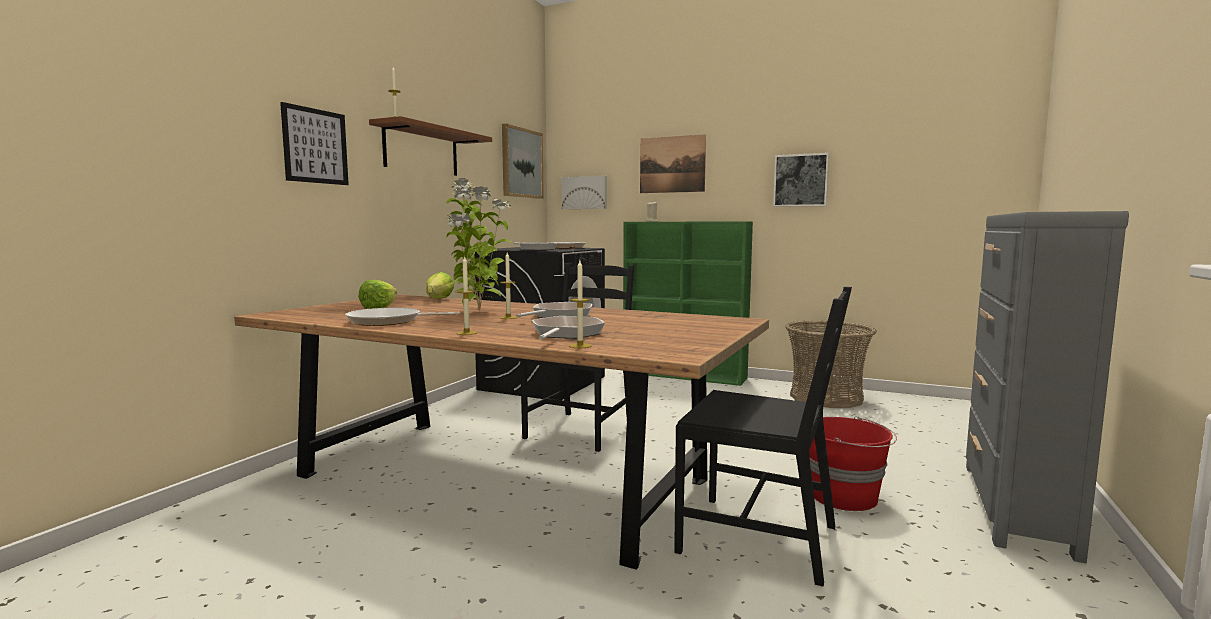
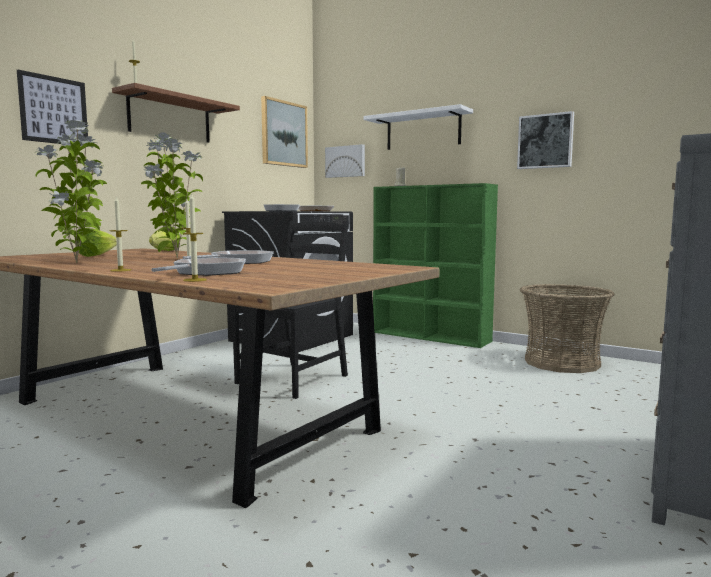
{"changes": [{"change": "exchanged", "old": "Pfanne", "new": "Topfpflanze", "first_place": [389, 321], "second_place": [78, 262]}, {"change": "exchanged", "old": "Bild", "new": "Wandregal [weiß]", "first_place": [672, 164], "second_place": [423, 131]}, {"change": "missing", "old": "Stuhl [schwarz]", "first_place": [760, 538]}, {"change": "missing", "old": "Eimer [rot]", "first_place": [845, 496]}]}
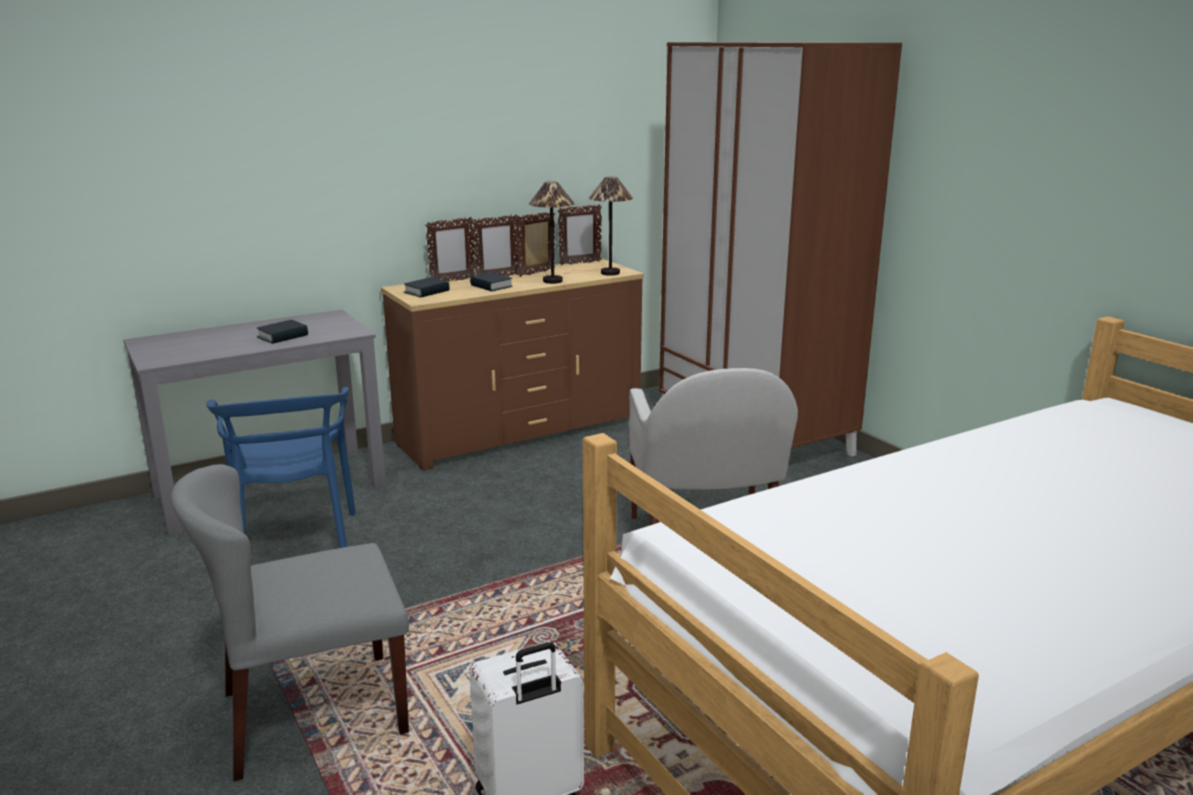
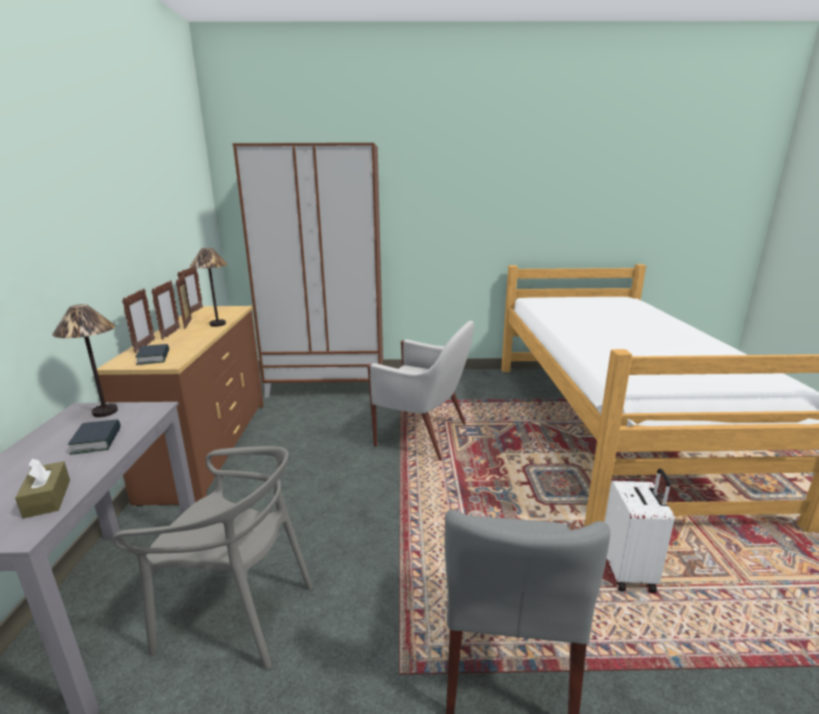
{"changes": [{"change": "appeared", "new": "Taschentuchbox [braun]", "second_place": [47, 498]}, {"change": "relocated", "old": "Tischlampe", "first_place": [610, 273], "second_place": [106, 412]}, {"change": "colour", "old": "Stuhl [blau]", "new": "Stuhl [grau]", "first_place": [296, 545], "second_place": [237, 613]}, {"change": "missing", "old": "Buch", "first_place": [491, 286]}]}
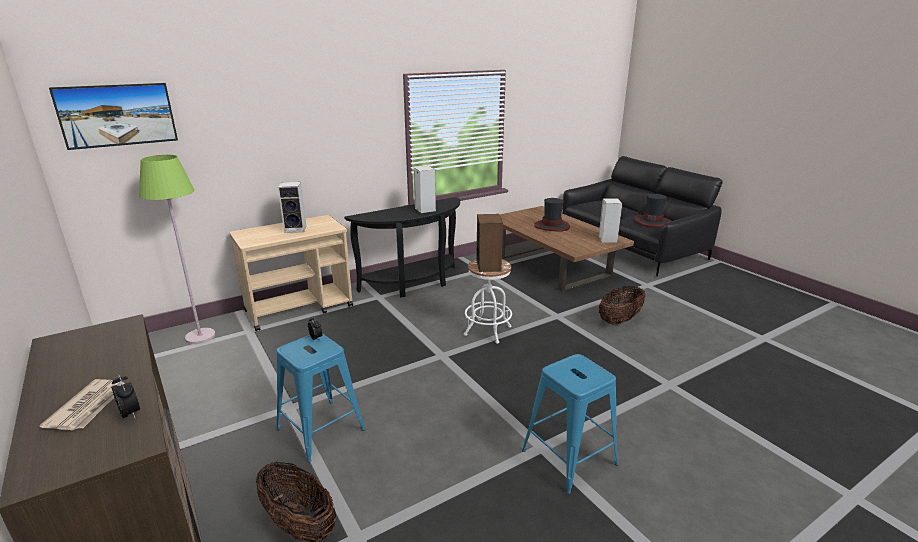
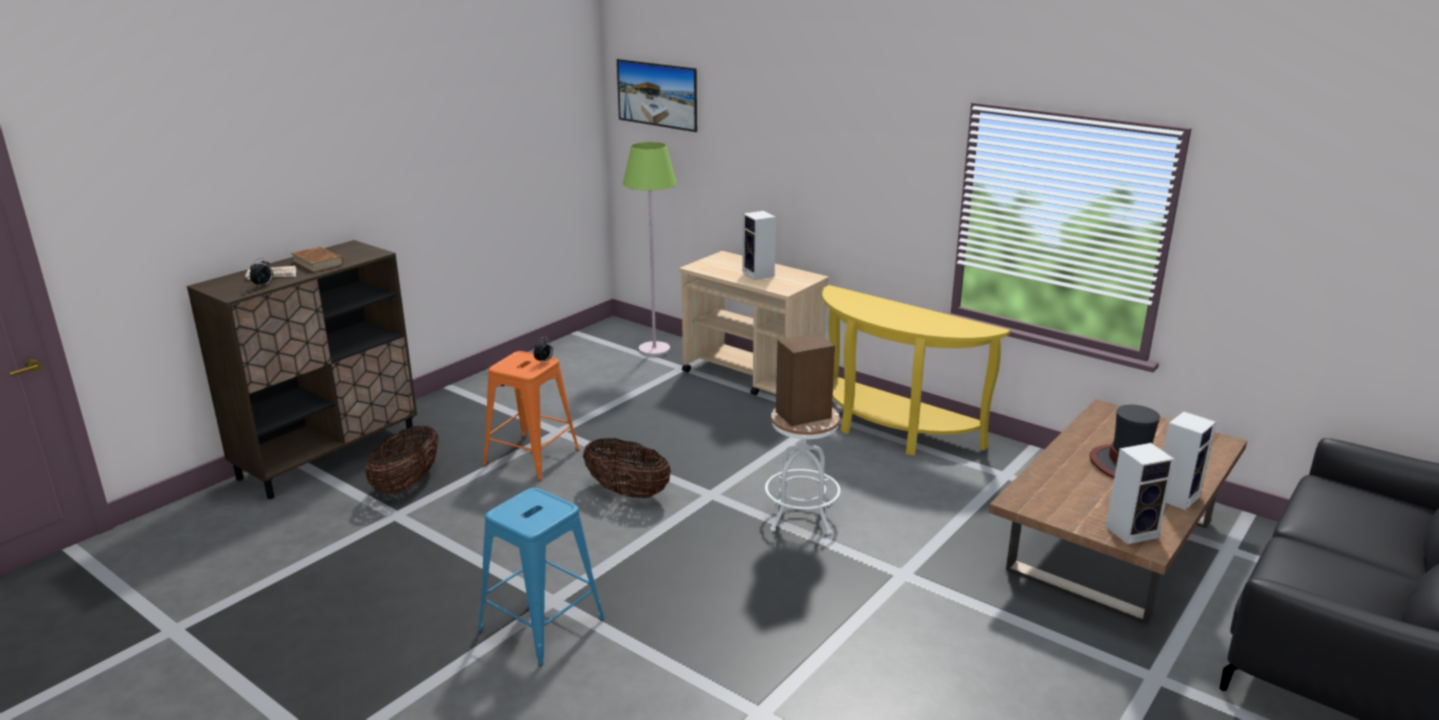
{"changes": [{"change": "appeared", "new": "Buch [braun]", "second_place": [317, 263]}, {"change": "colour", "old": "Hocker [blau]", "new": "Hocker [orange]", "first_place": [321, 429], "second_place": [531, 457]}, {"change": "relocated", "old": "Korb", "first_place": [619, 320], "second_place": [627, 492]}, {"change": "colour", "old": "Konsolentisch [schwarz]", "new": "Konsolentisch [gelb]", "first_place": [414, 284], "second_place": [892, 431]}, {"change": "relocated", "old": "Lautsprecher", "first_place": [424, 209], "second_place": [1176, 496]}, {"change": "missing", "old": "Hut", "first_place": [652, 221]}]}
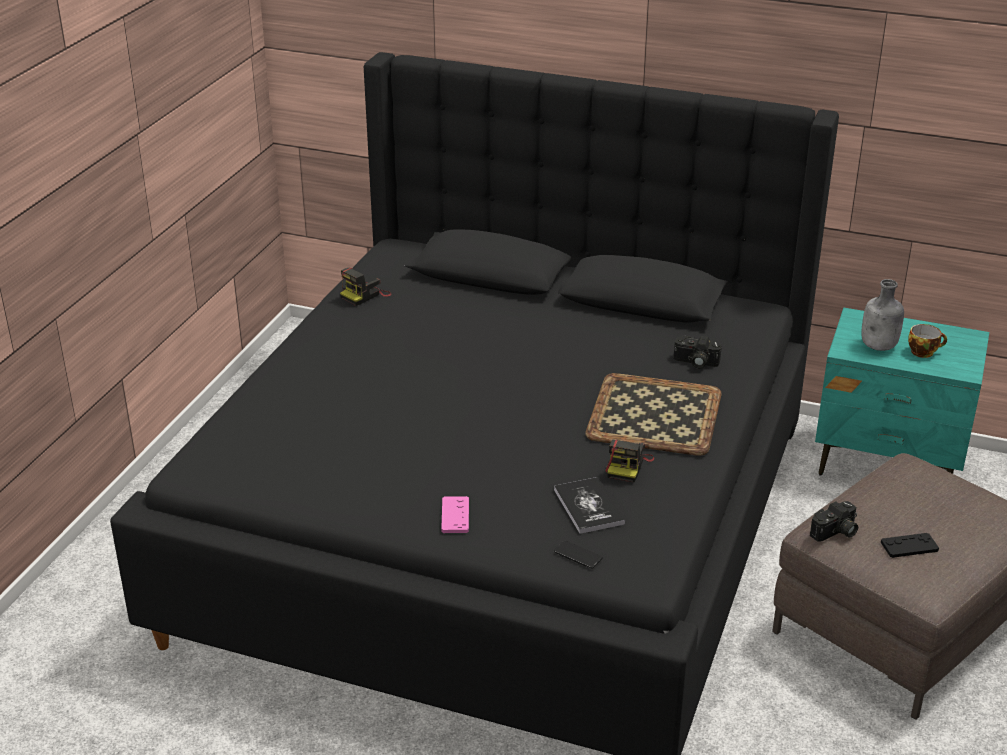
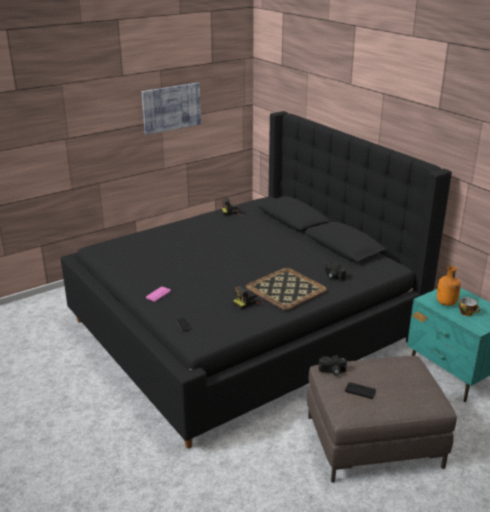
{"changes": [{"change": "appeared", "new": "Bild", "second_place": [171, 108]}, {"change": "colour", "old": "Flasche [grau]", "new": "Flasche [orange]", "first_place": [879, 346], "second_place": [446, 303]}, {"change": "missing", "old": "Buch", "first_place": [589, 506]}]}
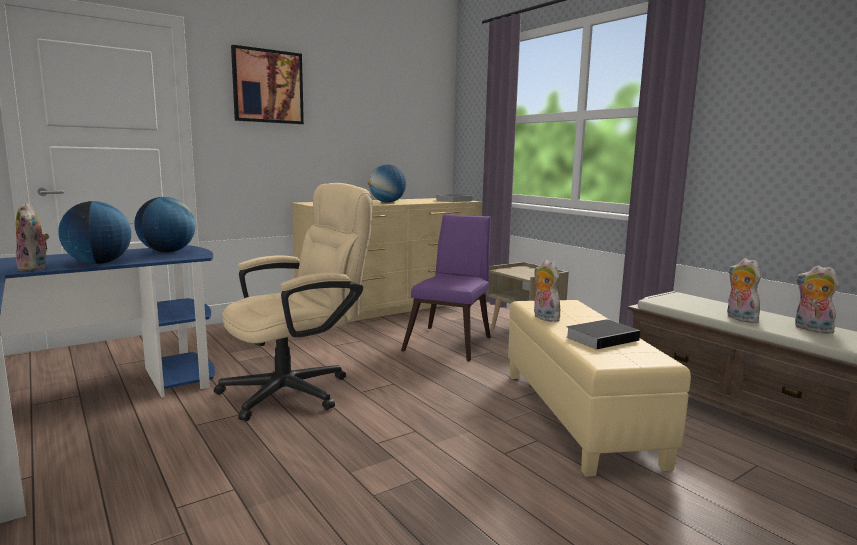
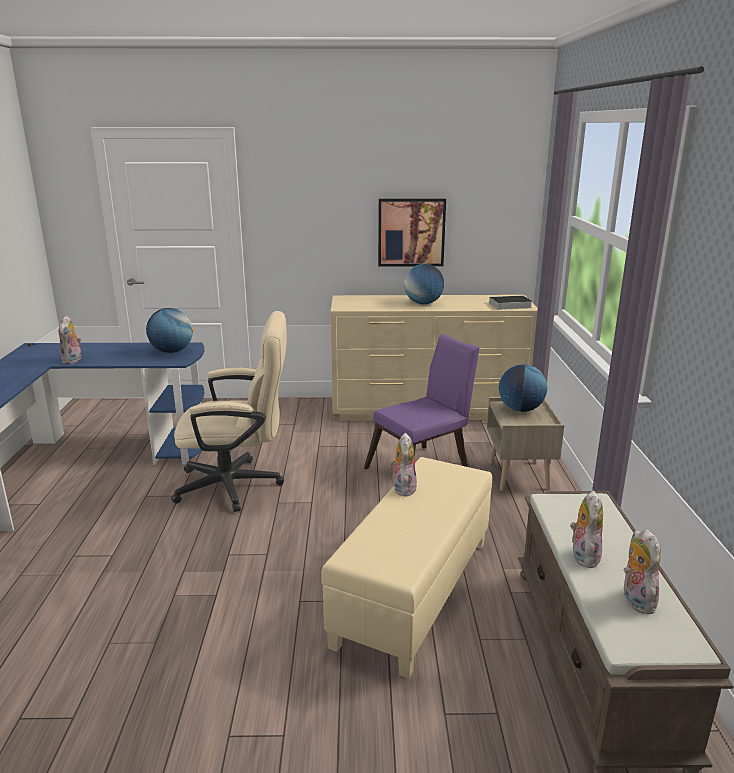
{"changes": [{"change": "relocated", "old": "Bild", "first_place": [268, 86], "second_place": [411, 232]}, {"change": "relocated", "old": "Globus", "first_place": [99, 263], "second_place": [520, 409]}, {"change": "missing", "old": "Buch", "first_place": [603, 338]}]}
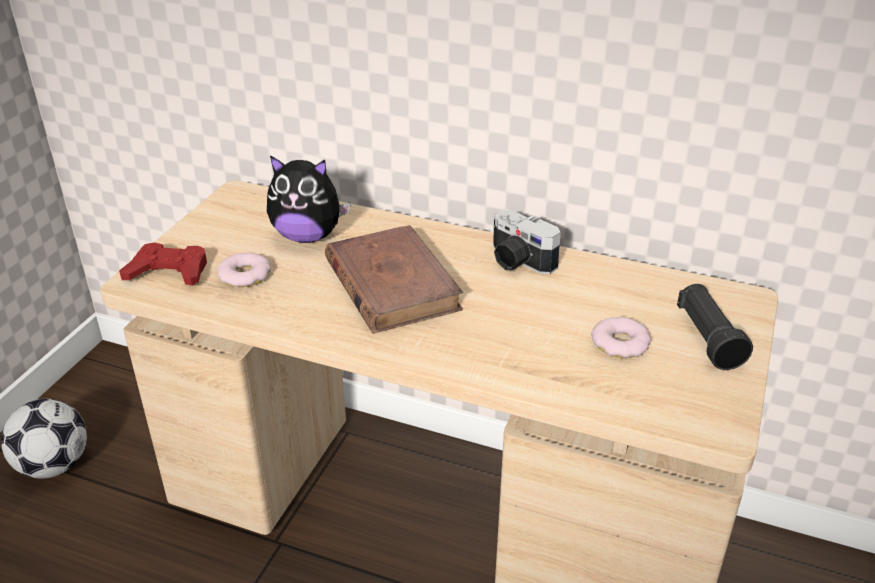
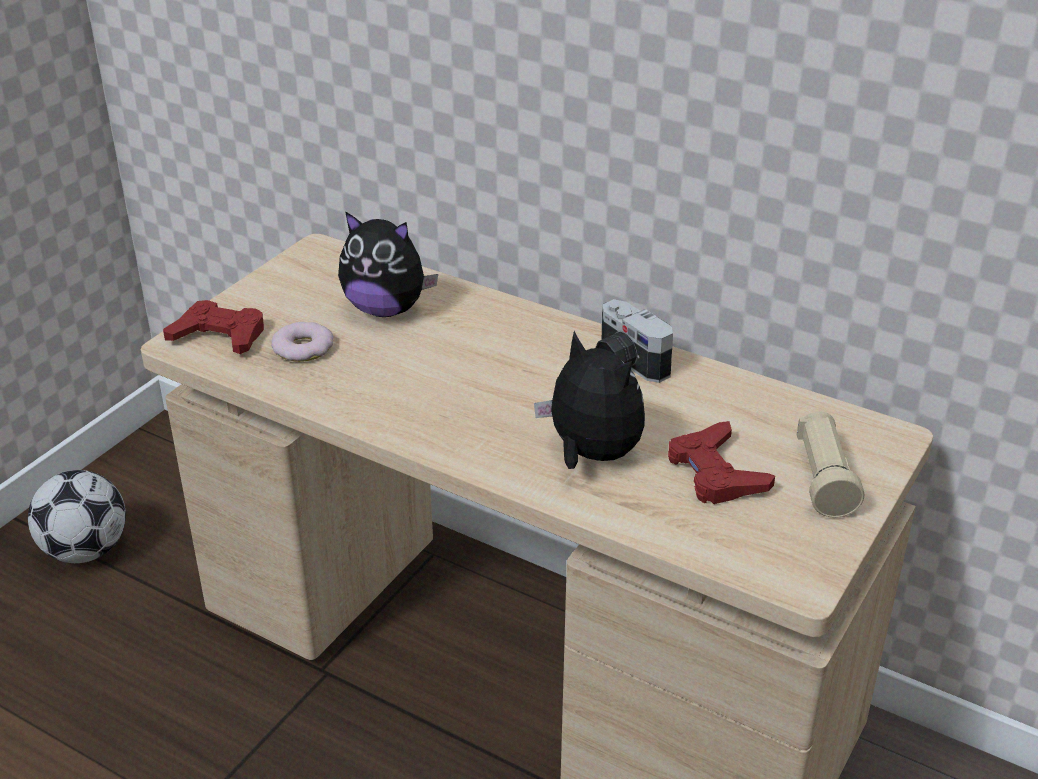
{"changes": [{"change": "appeared", "new": "Plüschtier", "second_place": [591, 455]}, {"change": "exchanged", "old": "Donut", "new": "Gamepad [rot]", "first_place": [620, 343], "second_place": [715, 472]}, {"change": "colour", "old": "Taschenlampe [schwarz]", "new": "Taschenlampe [beige]", "first_place": [708, 339], "second_place": [823, 479]}, {"change": "missing", "old": "Buch [braun]", "first_place": [391, 284]}]}
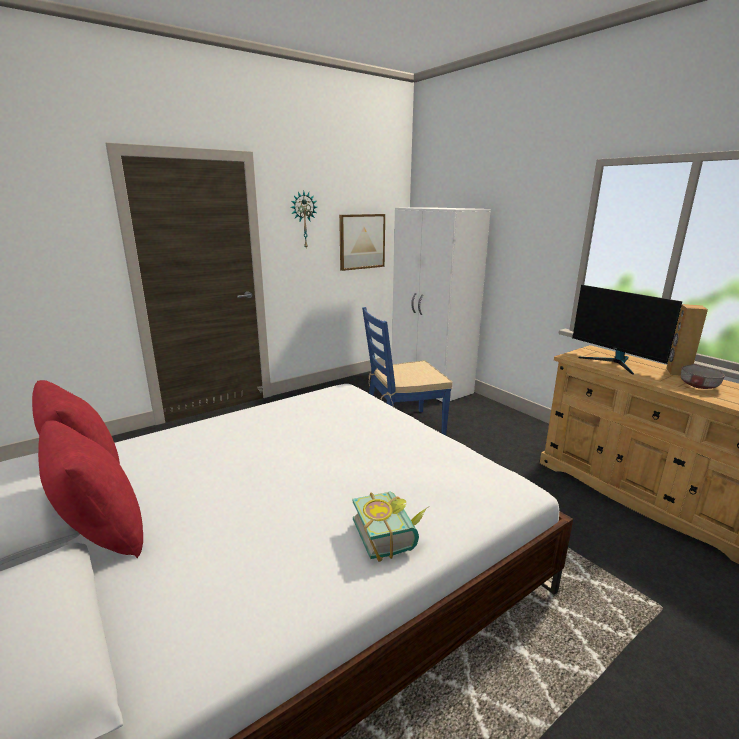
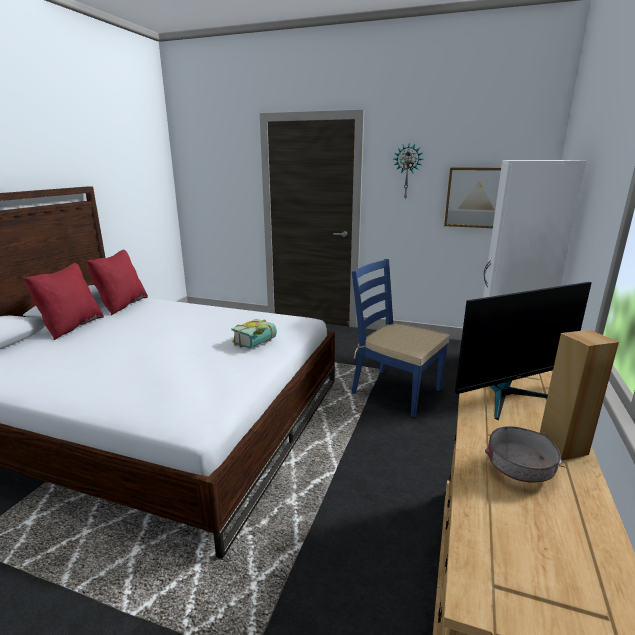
{"changes": [{"change": "relocated", "old": "Buch", "first_place": [390, 535], "second_place": [257, 343]}, {"change": "spun", "old": "Monitor", "first_place": [615, 362], "second_place": [511, 395], "degrees": -135}]}
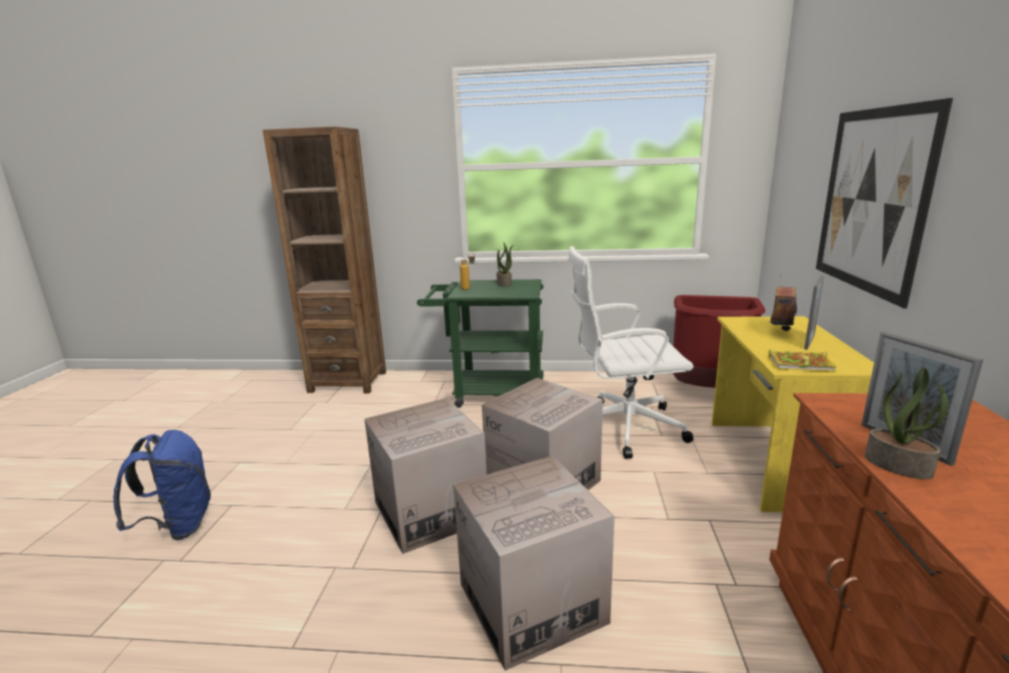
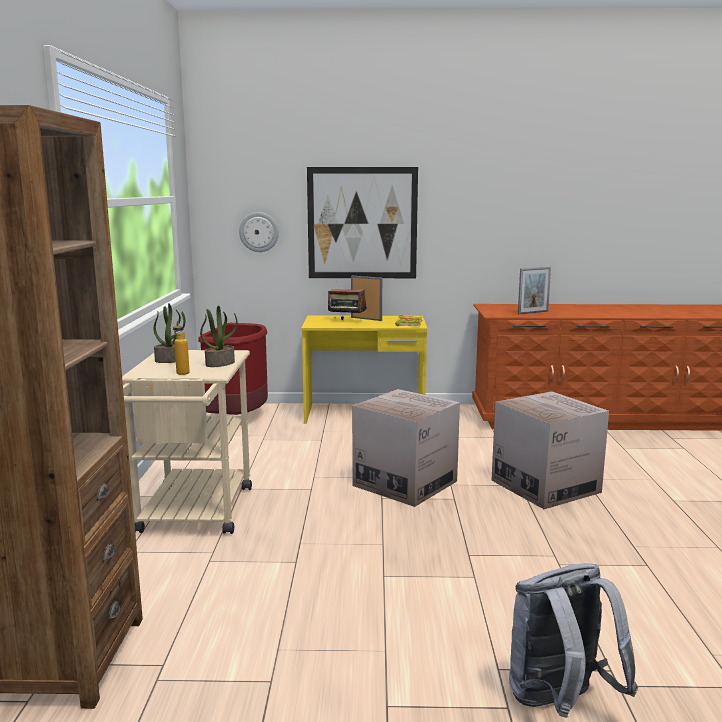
{"changes": [{"change": "colour", "old": "Rollwagen [grün]", "new": "Rollwagen [beige]", "first_place": [489, 393], "second_place": [193, 515]}, {"change": "relocated", "old": "Topfpflanze", "first_place": [899, 465], "second_place": [220, 363]}, {"change": "appeared", "new": "Wanduhr", "second_place": [259, 232]}, {"change": "colour", "old": "Rucksack [blau]", "new": "Rucksack [grau]", "first_place": [178, 526], "second_place": [559, 703]}, {"change": "missing", "old": "Karton", "first_place": [430, 511]}, {"change": "missing", "old": "Bürostuhl [weiß]", "first_place": [623, 427]}]}
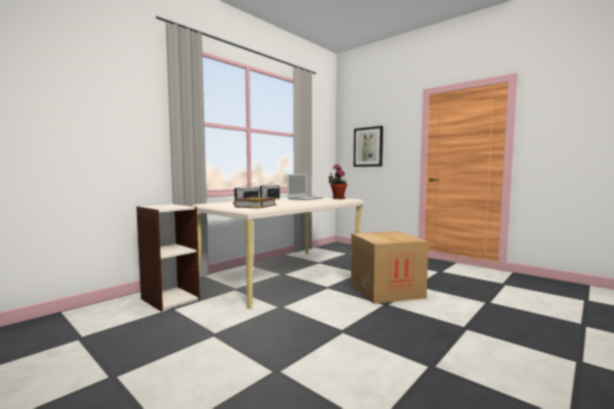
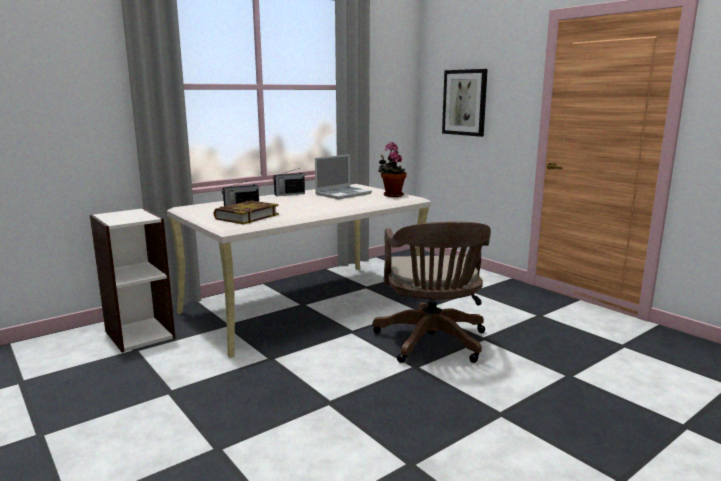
{"changes": [{"change": "exchanged", "old": "Karton", "new": "Bürostuhl [braun]", "first_place": [386, 290], "second_place": [432, 343]}]}
